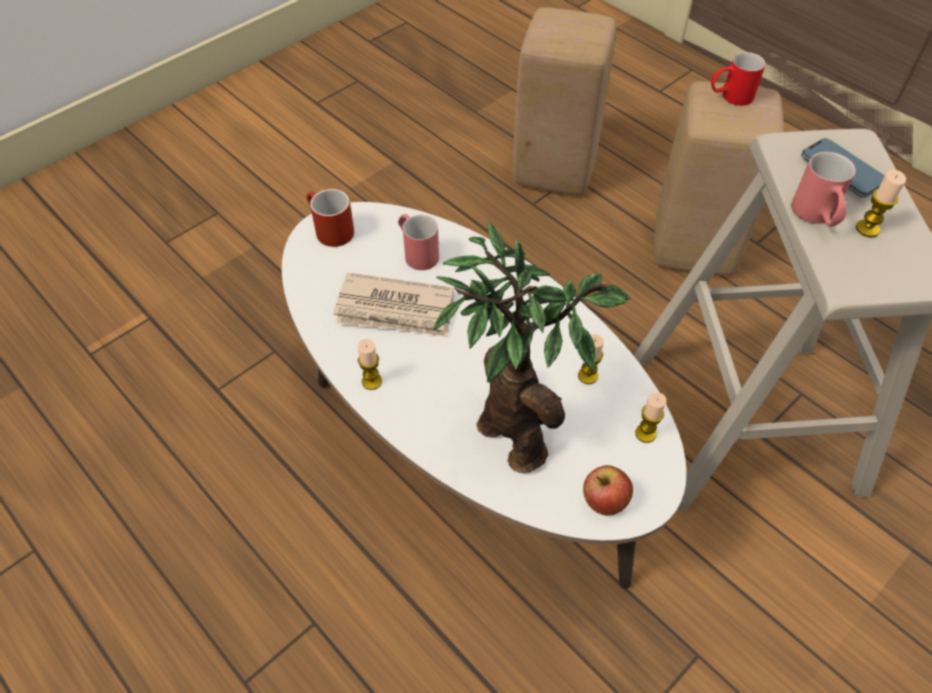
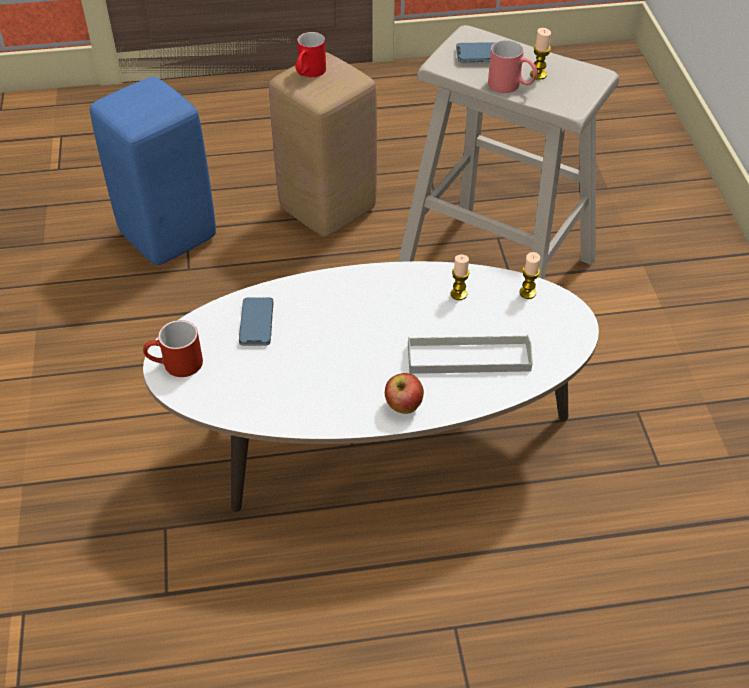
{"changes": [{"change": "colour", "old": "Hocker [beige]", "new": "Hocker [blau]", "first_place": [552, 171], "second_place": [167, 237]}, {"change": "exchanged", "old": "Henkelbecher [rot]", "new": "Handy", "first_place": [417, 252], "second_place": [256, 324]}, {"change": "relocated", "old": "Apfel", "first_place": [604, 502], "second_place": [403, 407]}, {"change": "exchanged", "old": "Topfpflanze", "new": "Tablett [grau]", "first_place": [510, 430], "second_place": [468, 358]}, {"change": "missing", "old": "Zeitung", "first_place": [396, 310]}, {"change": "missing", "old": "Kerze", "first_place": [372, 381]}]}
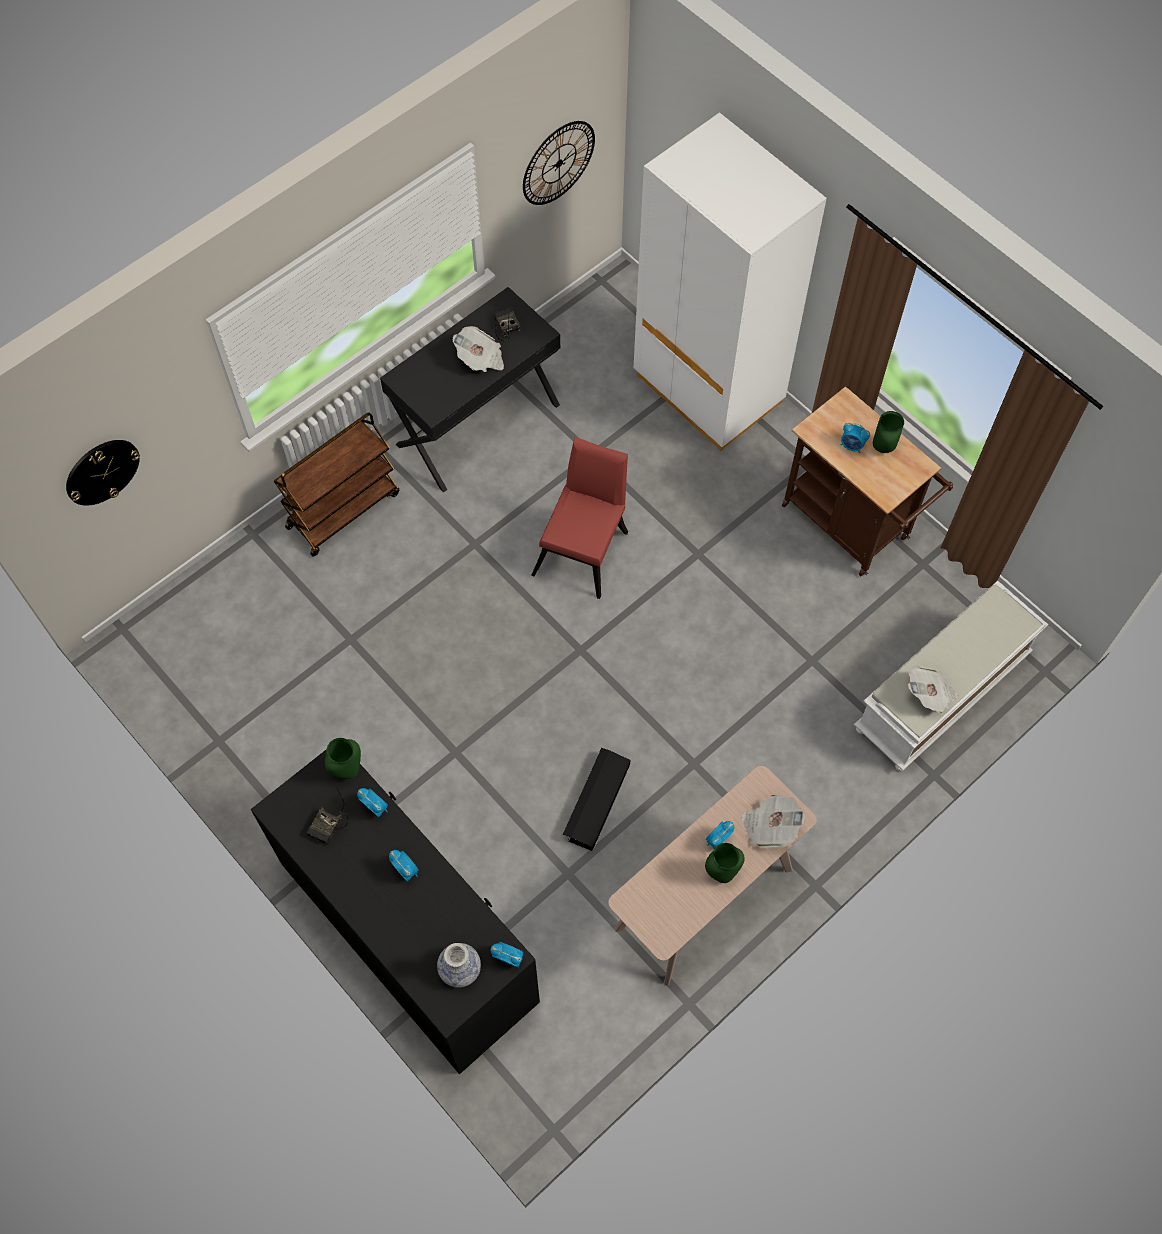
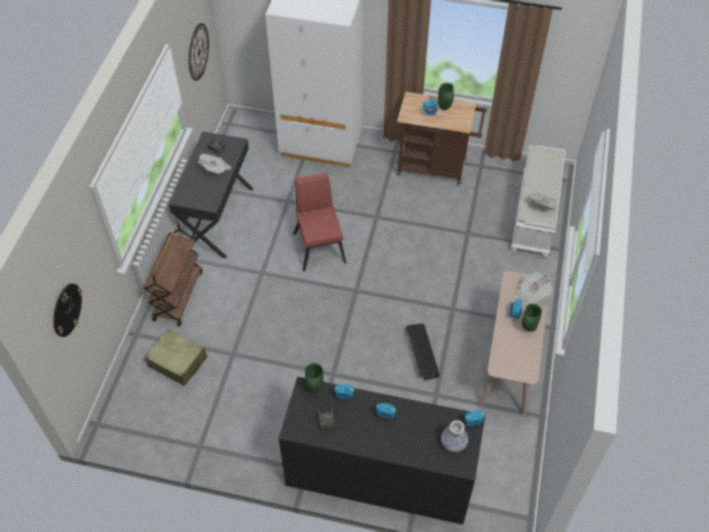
{"changes": [{"change": "appeared", "new": "Koffer [beige]", "second_place": [177, 362]}]}
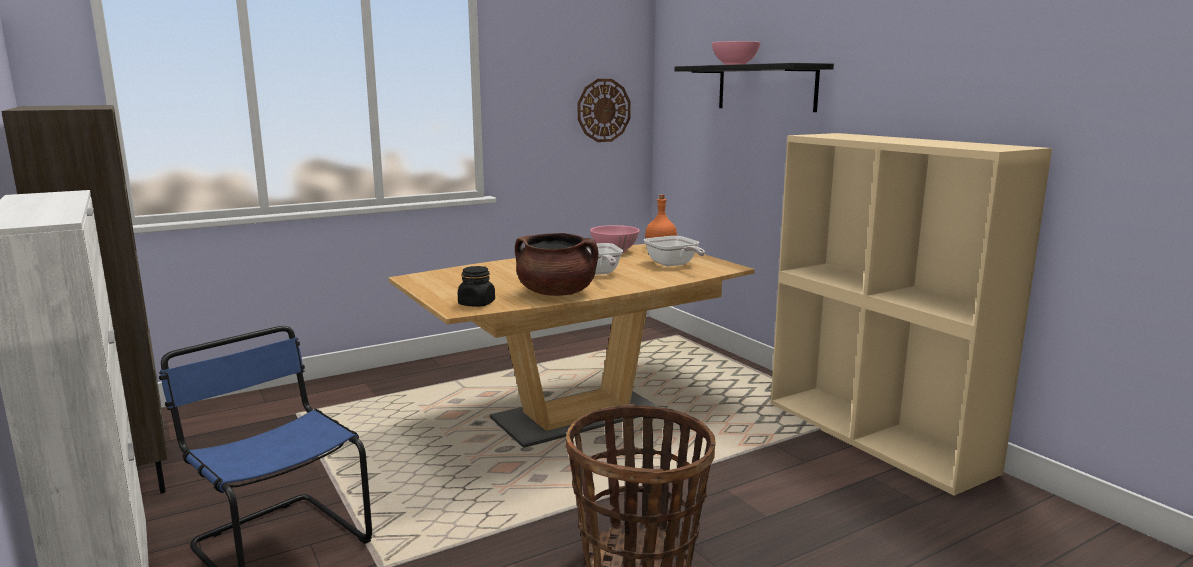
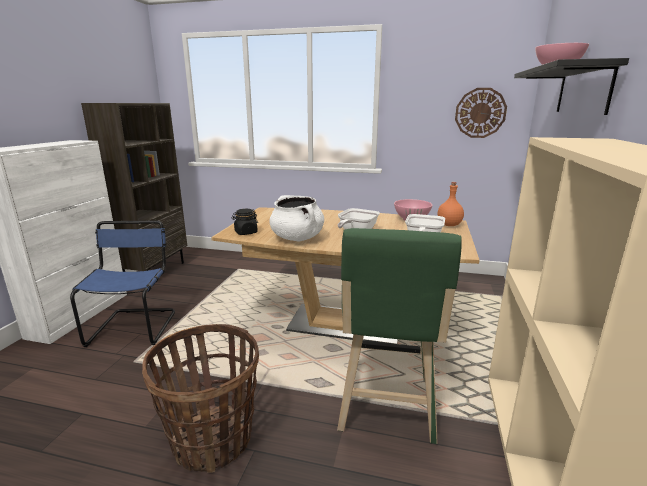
{"changes": [{"change": "colour", "old": "Kochtopf [braun]", "new": "Kochtopf [weiß]", "first_place": [556, 293], "second_place": [297, 238]}, {"change": "appeared", "new": "Hocker [grün]", "second_place": [386, 408]}]}
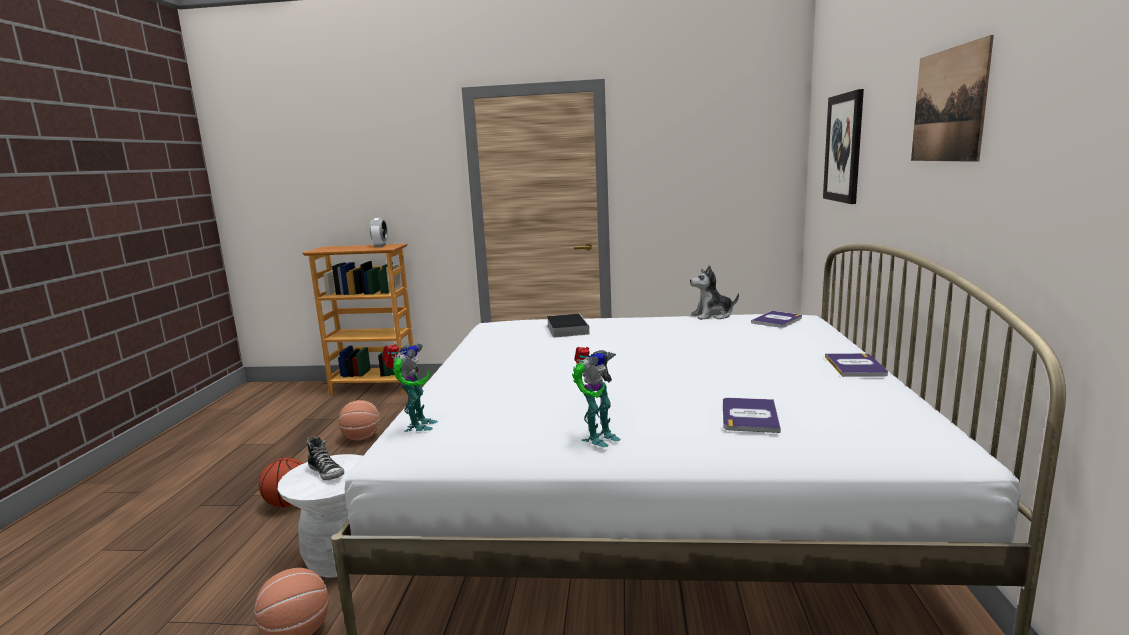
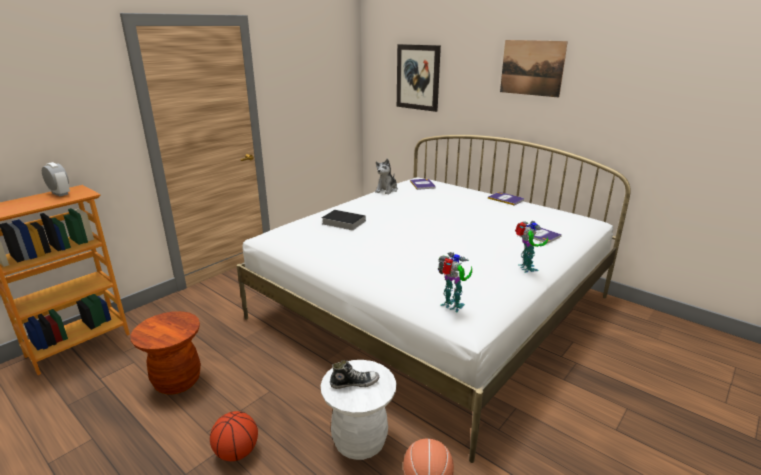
{"changes": [{"change": "exchanged", "old": "Basketball", "new": "Hocker [braun]", "first_place": [362, 438], "second_place": [177, 381]}]}
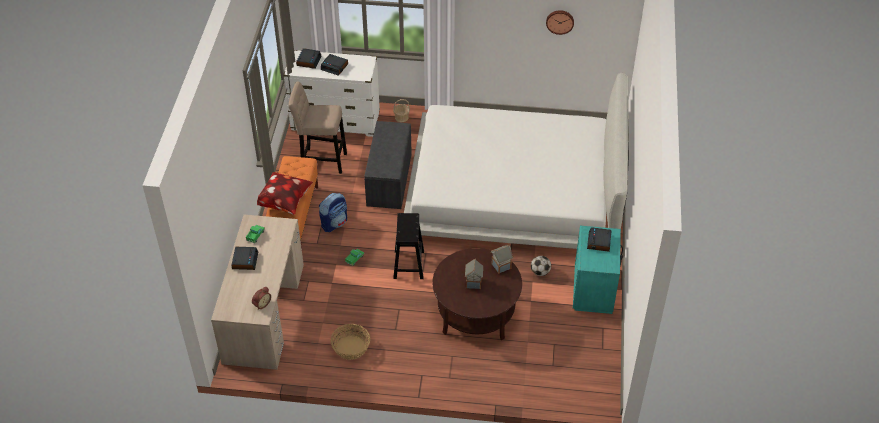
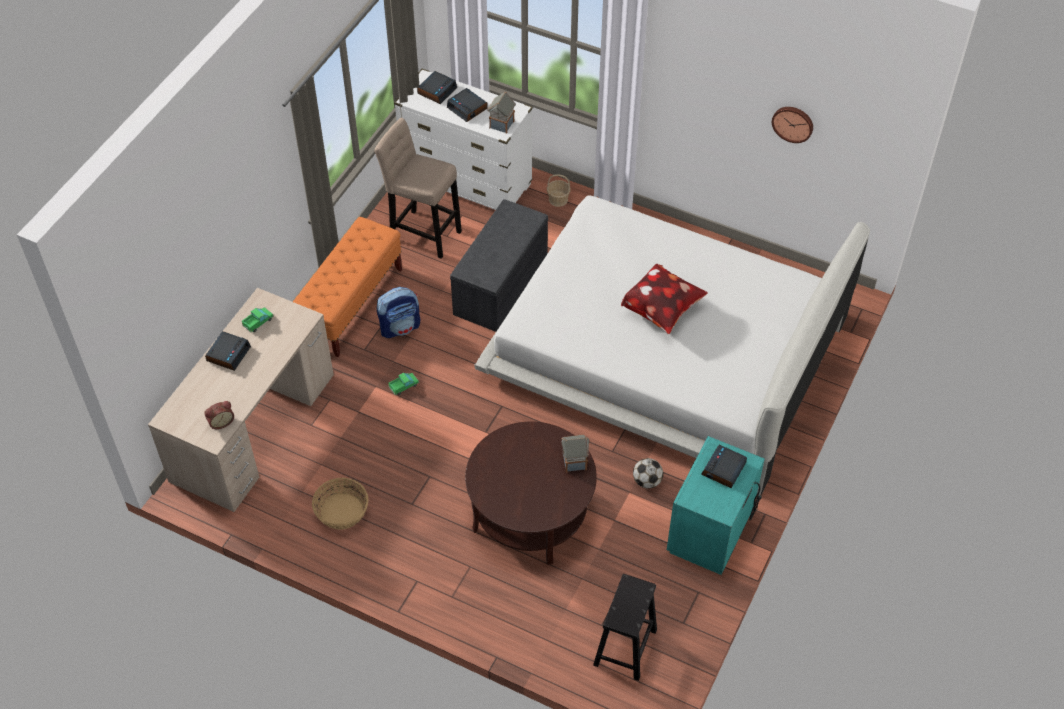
{"changes": [{"change": "relocated", "old": "Spielzeughaus", "first_place": [473, 283], "second_place": [501, 125]}, {"change": "relocated", "old": "Hocker [schwarz]", "first_place": [409, 265], "second_place": [625, 648]}, {"change": "relocated", "old": "Kissen", "first_place": [286, 202], "second_place": [662, 311]}]}
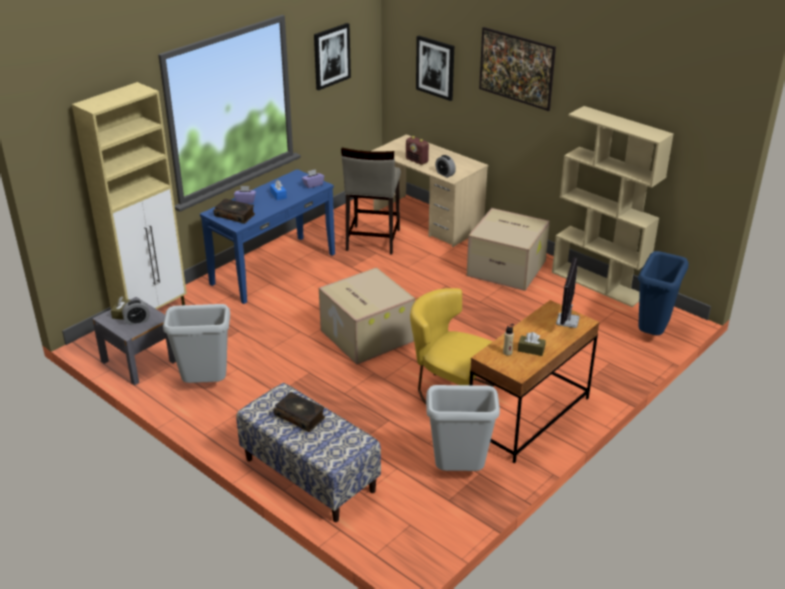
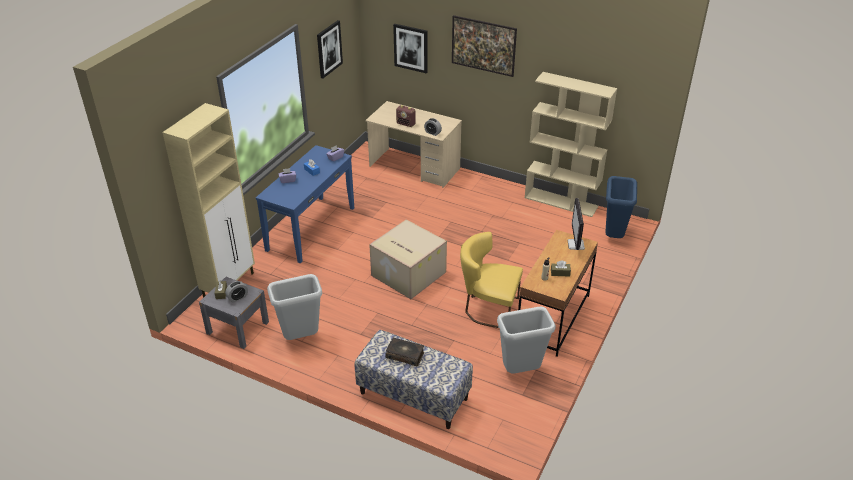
{"changes": [{"change": "missing", "old": "Buch", "first_place": [235, 215]}, {"change": "missing", "old": "Hocker [beige]", "first_place": [372, 240]}, {"change": "missing", "old": "Karton", "first_place": [507, 268]}]}
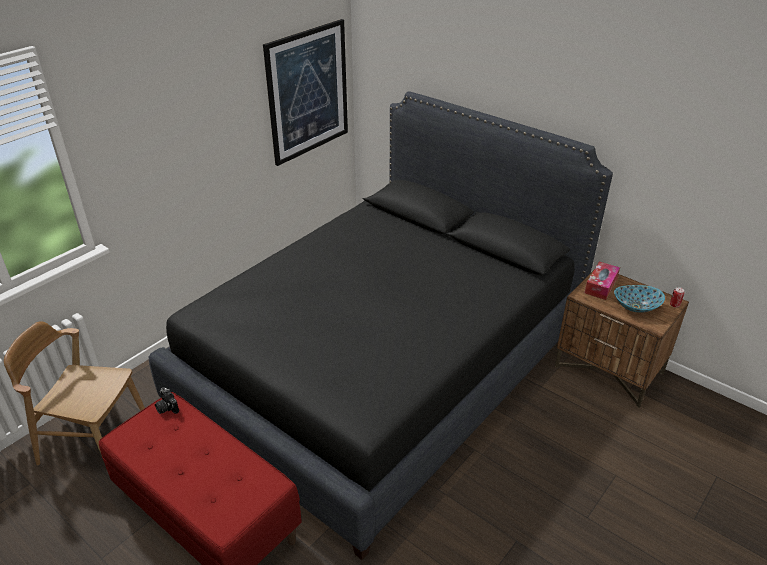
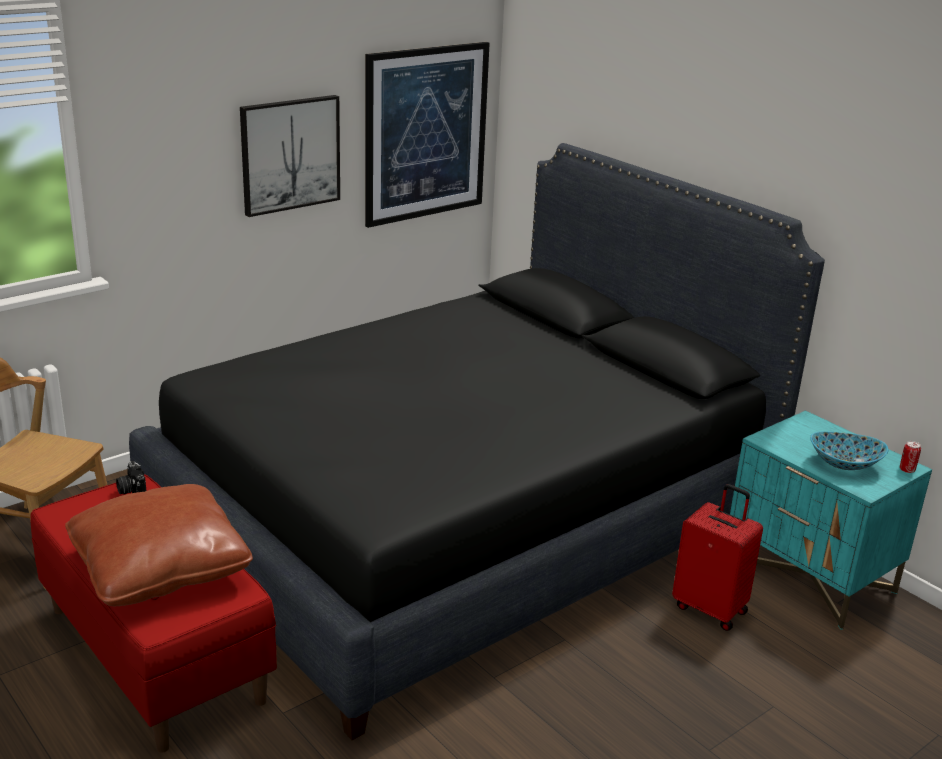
{"changes": [{"change": "appeared", "new": "Kissen [braun]", "second_place": [160, 567]}, {"change": "appeared", "new": "Bild", "second_place": [290, 154]}, {"change": "appeared", "new": "Koffer [rot]", "second_place": [710, 608]}, {"change": "colour", "old": "Nachttisch [braun]", "new": "Nachttisch [türkis]", "first_place": [609, 370], "second_place": [810, 576]}, {"change": "missing", "old": "Taschentuchbox", "first_place": [601, 285]}]}
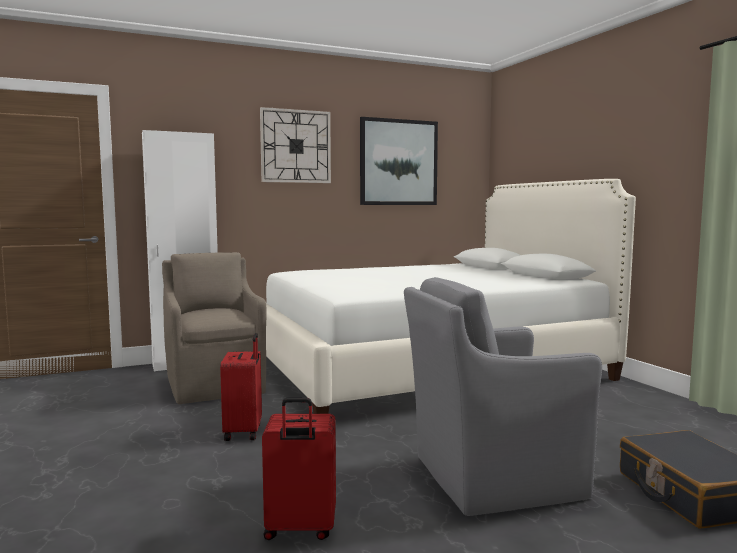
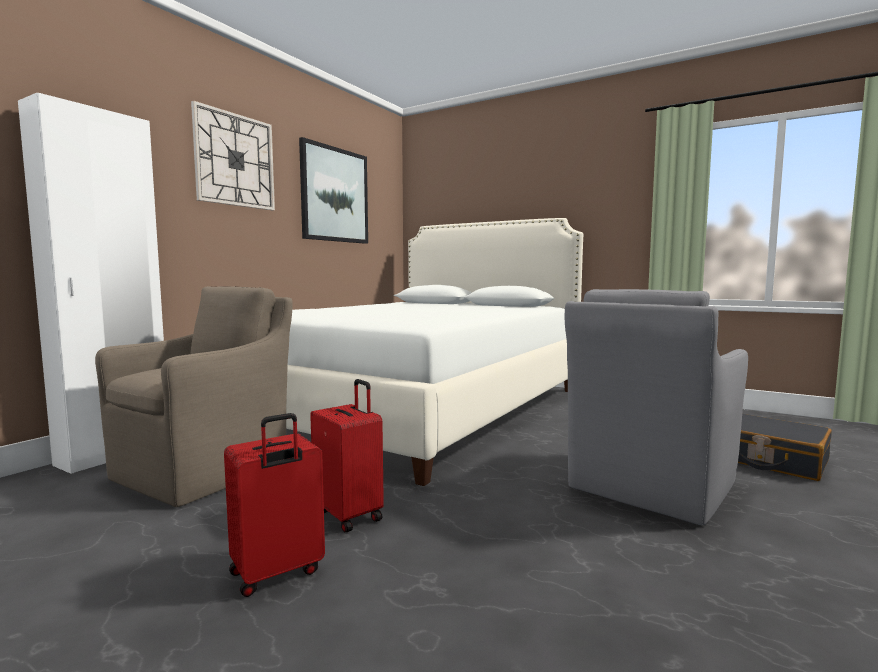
{"changes": [{"change": "spun", "old": "Sessel [braun]", "first_place": [215, 385], "second_place": [206, 470], "degrees": 90}, {"change": "relocated", "old": "Koffer [rot]", "first_place": [300, 529], "second_place": [277, 573]}]}
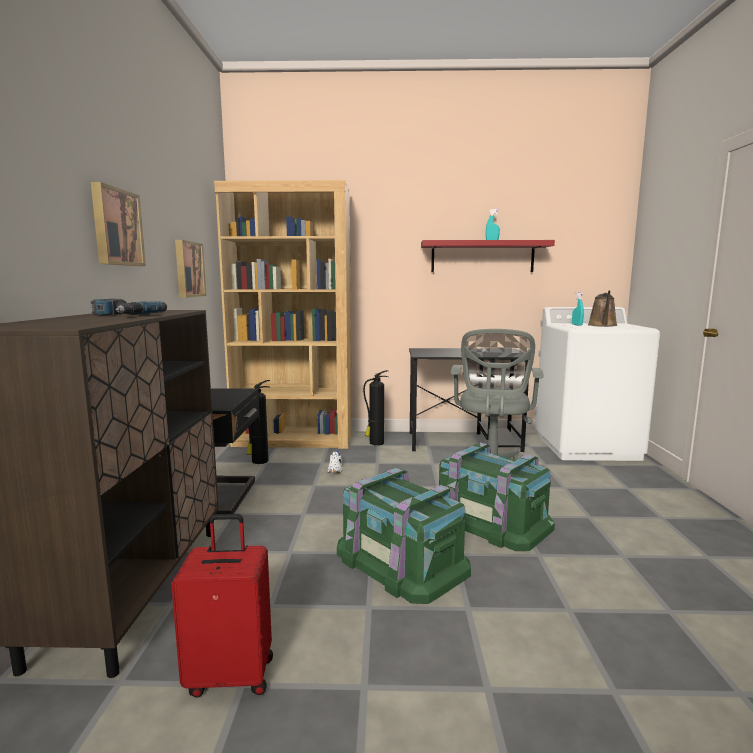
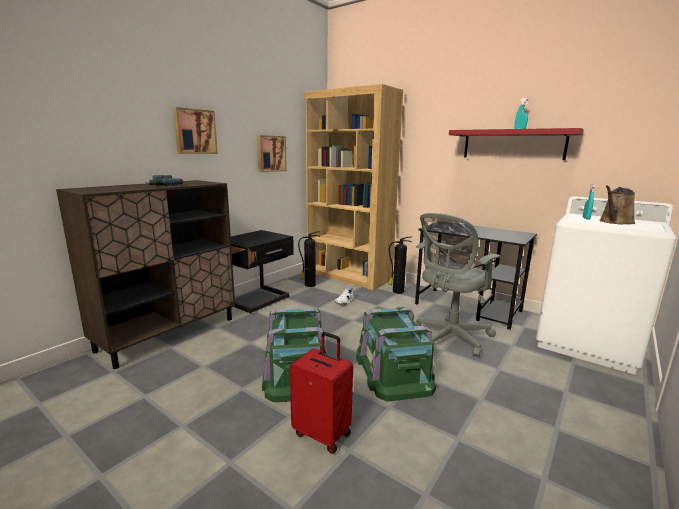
{"changes": [{"change": "relocated", "old": "Koffer [rot]", "first_place": [231, 675], "second_place": [323, 433]}]}
